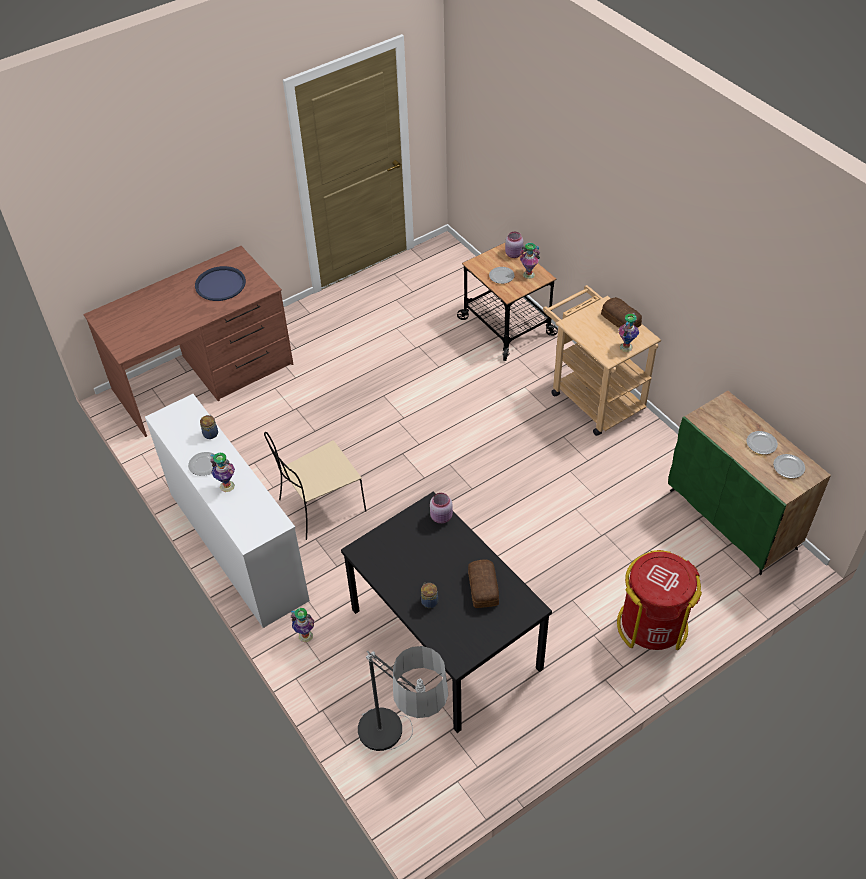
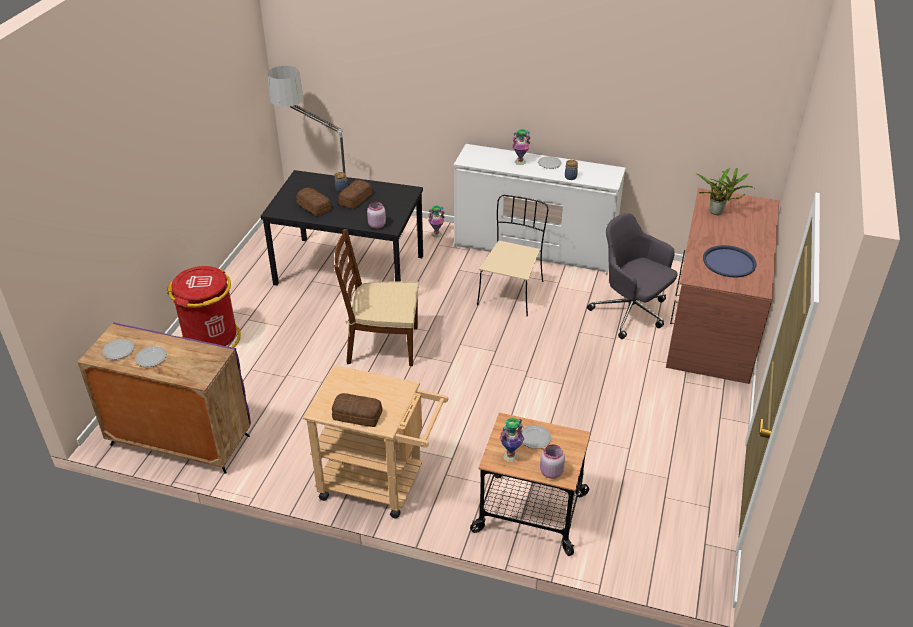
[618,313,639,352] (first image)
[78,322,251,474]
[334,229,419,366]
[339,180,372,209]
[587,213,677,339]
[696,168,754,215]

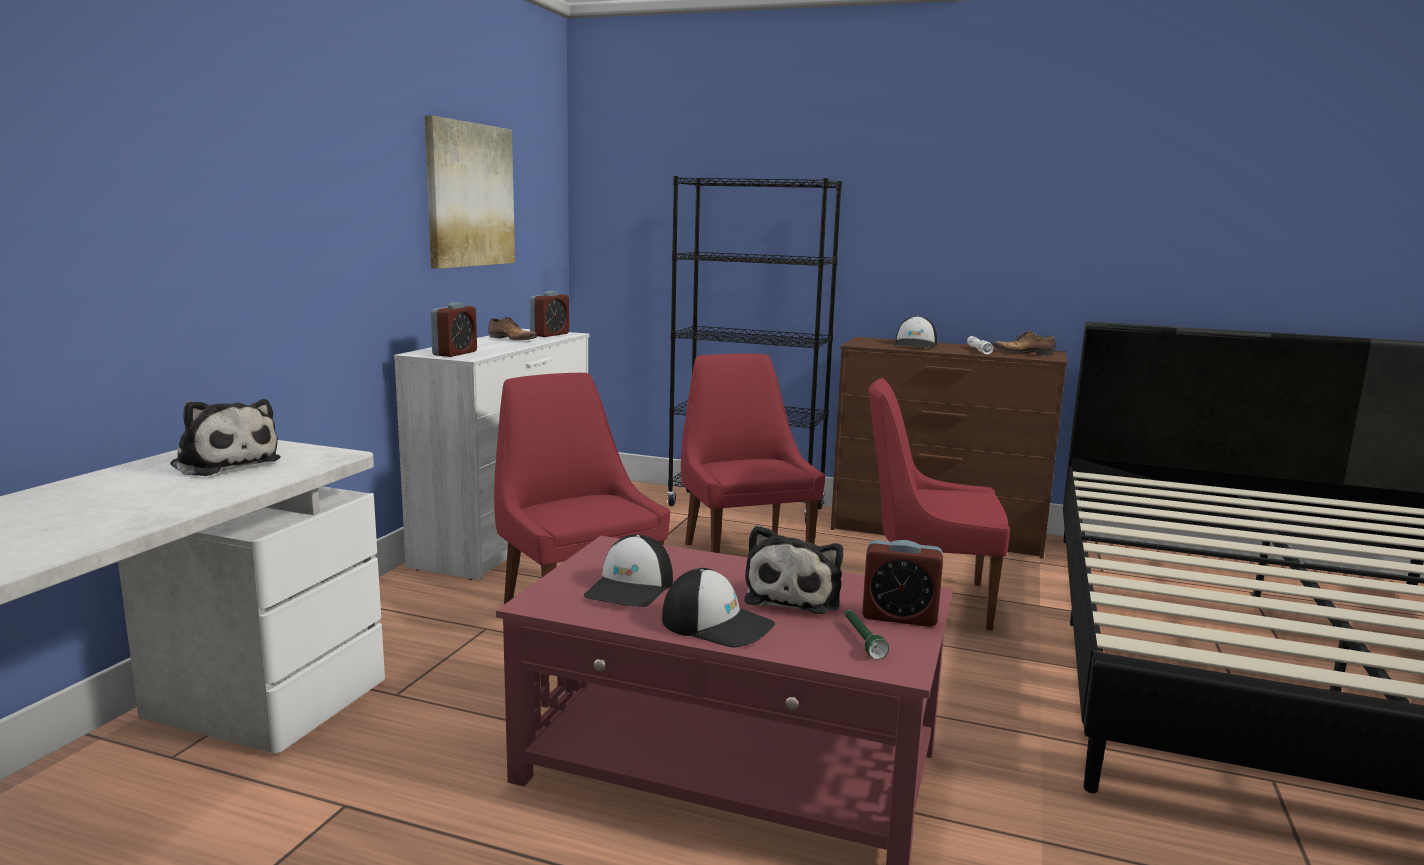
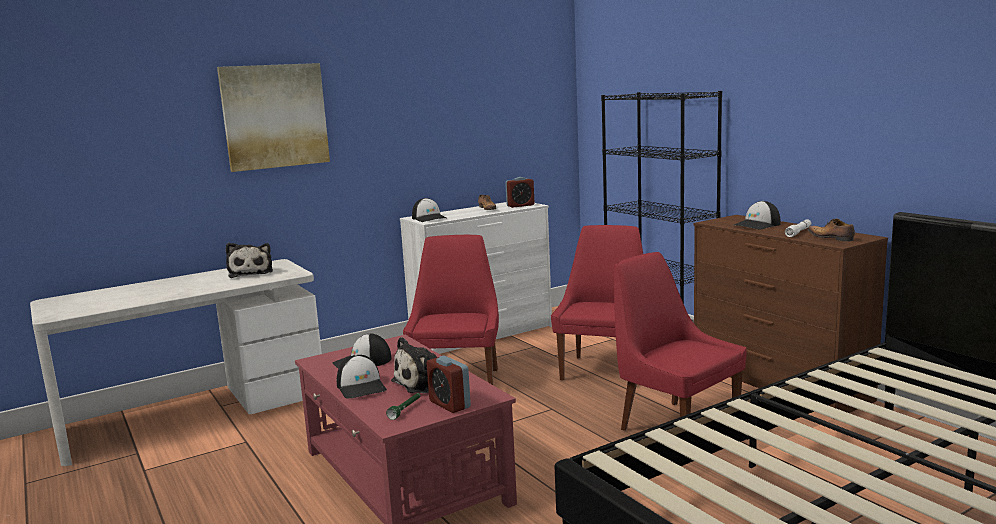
[217,63,330,172]
[412,198,446,222]

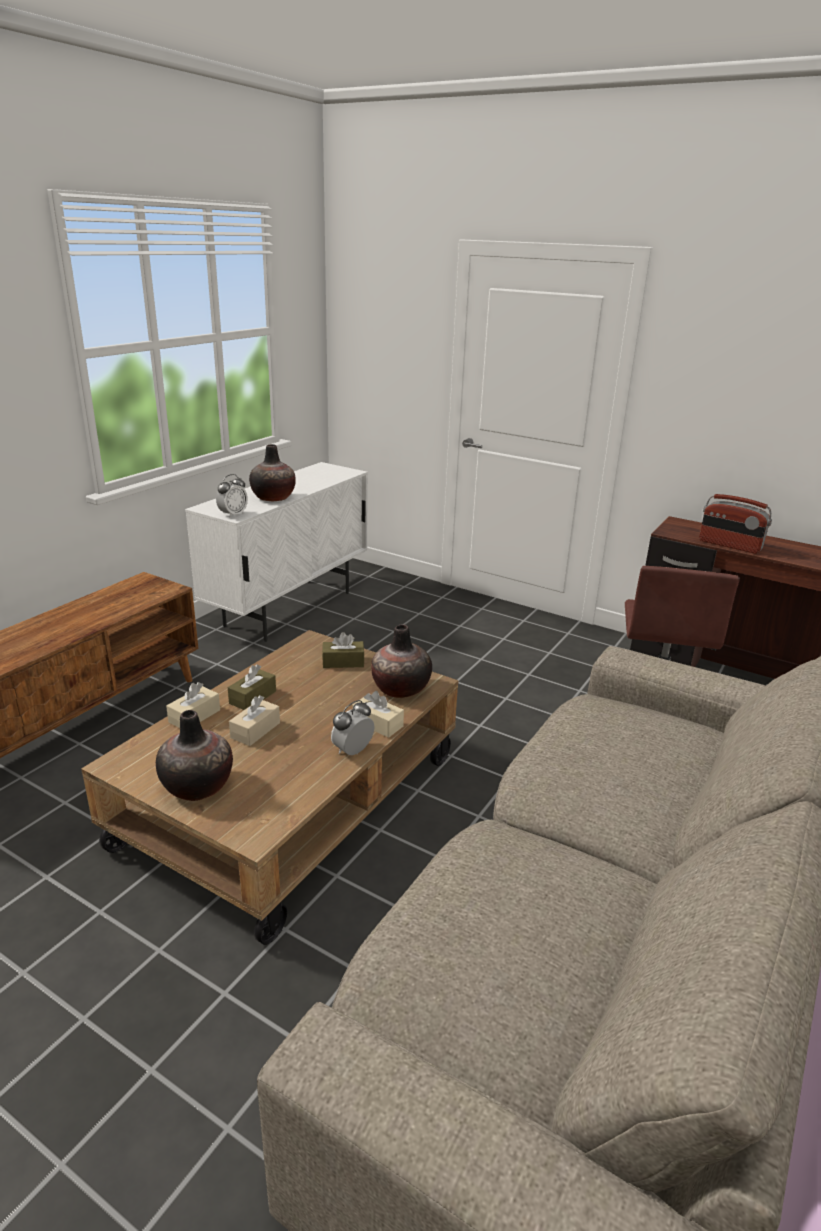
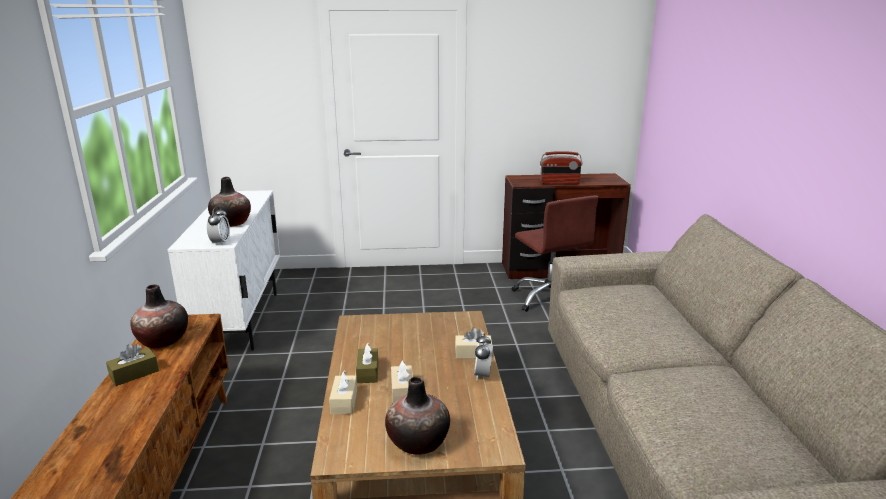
[106,344,159,386]
[130,284,188,348]

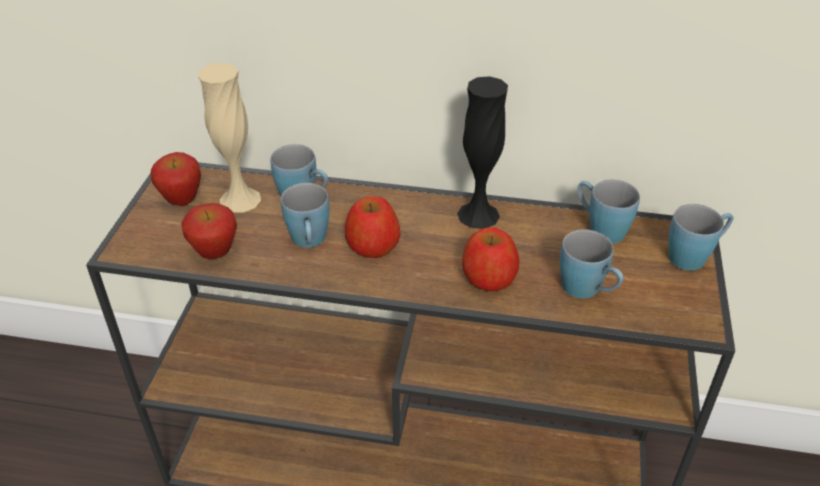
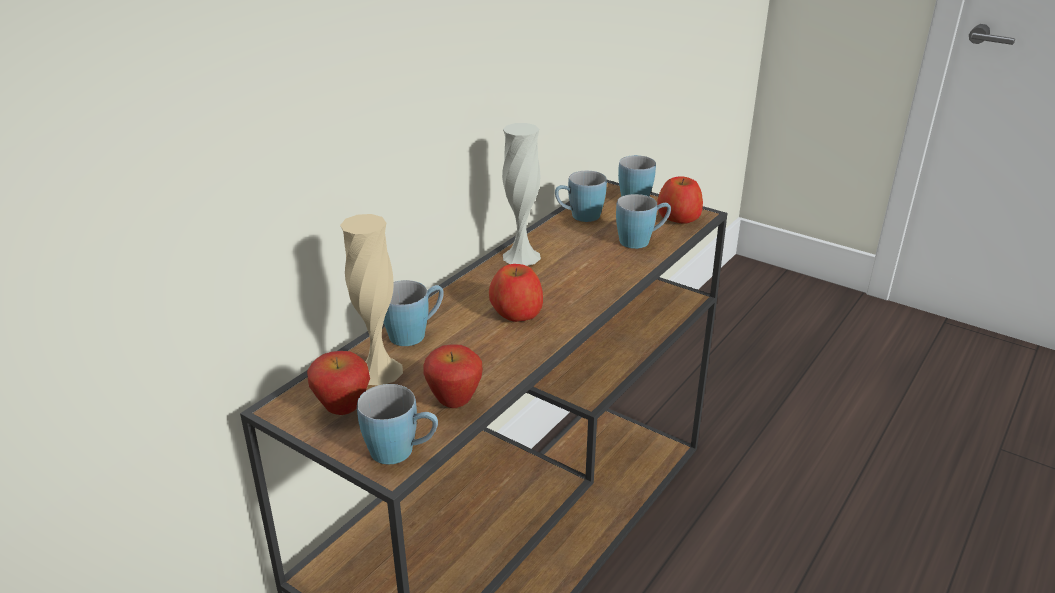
[357,384,438,465]
[502,123,541,266]
[657,176,703,224]

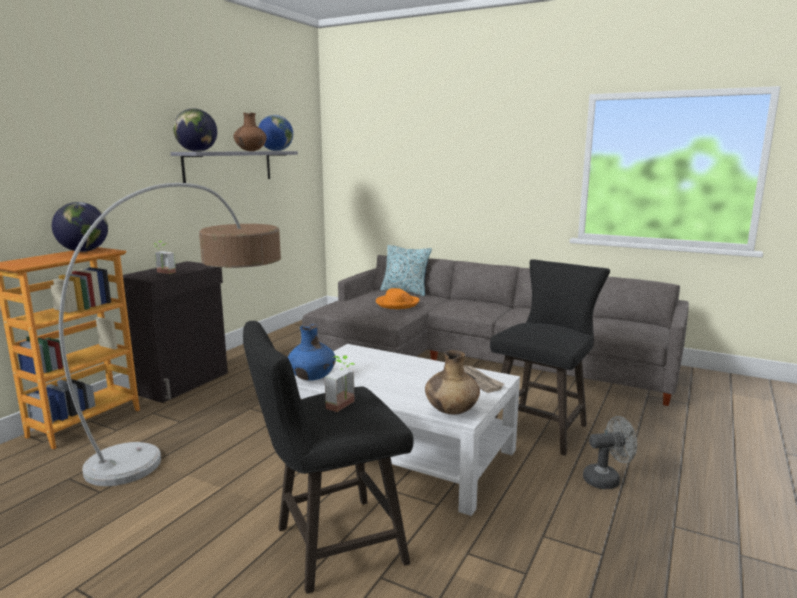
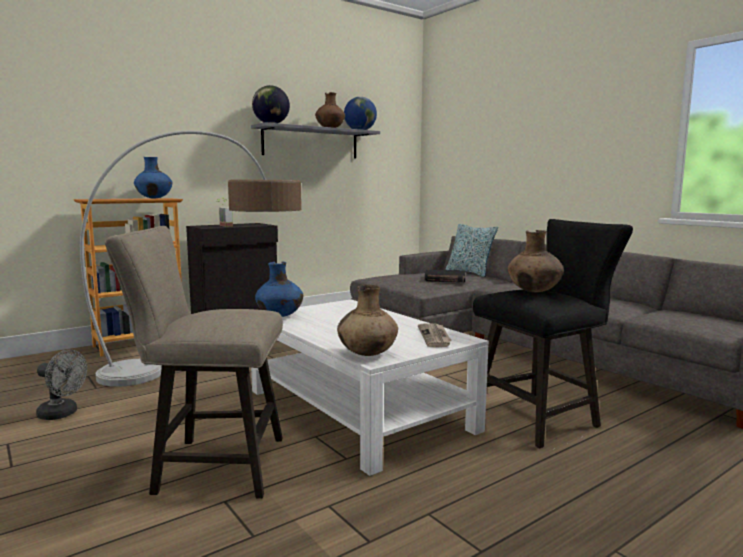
[134,157,172,199]
[105,226,283,499]
[325,356,355,412] (first image)
[425,270,465,282]
[36,349,87,420]
[508,230,564,292]

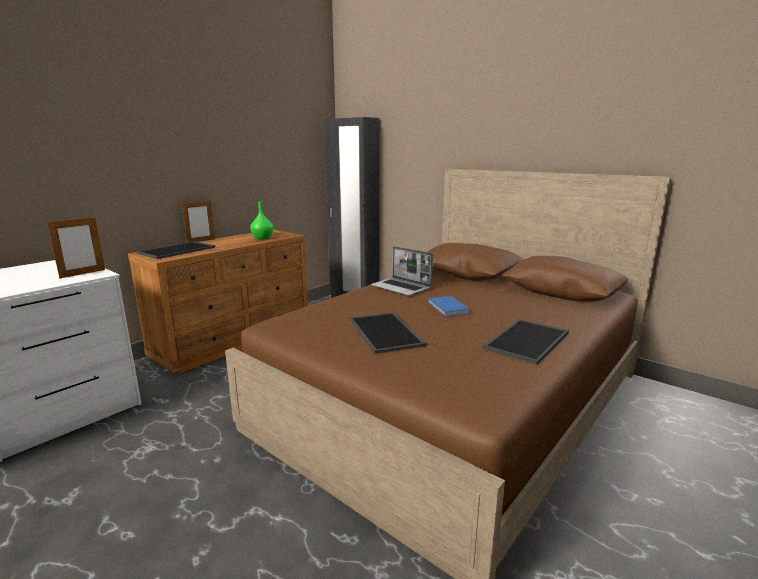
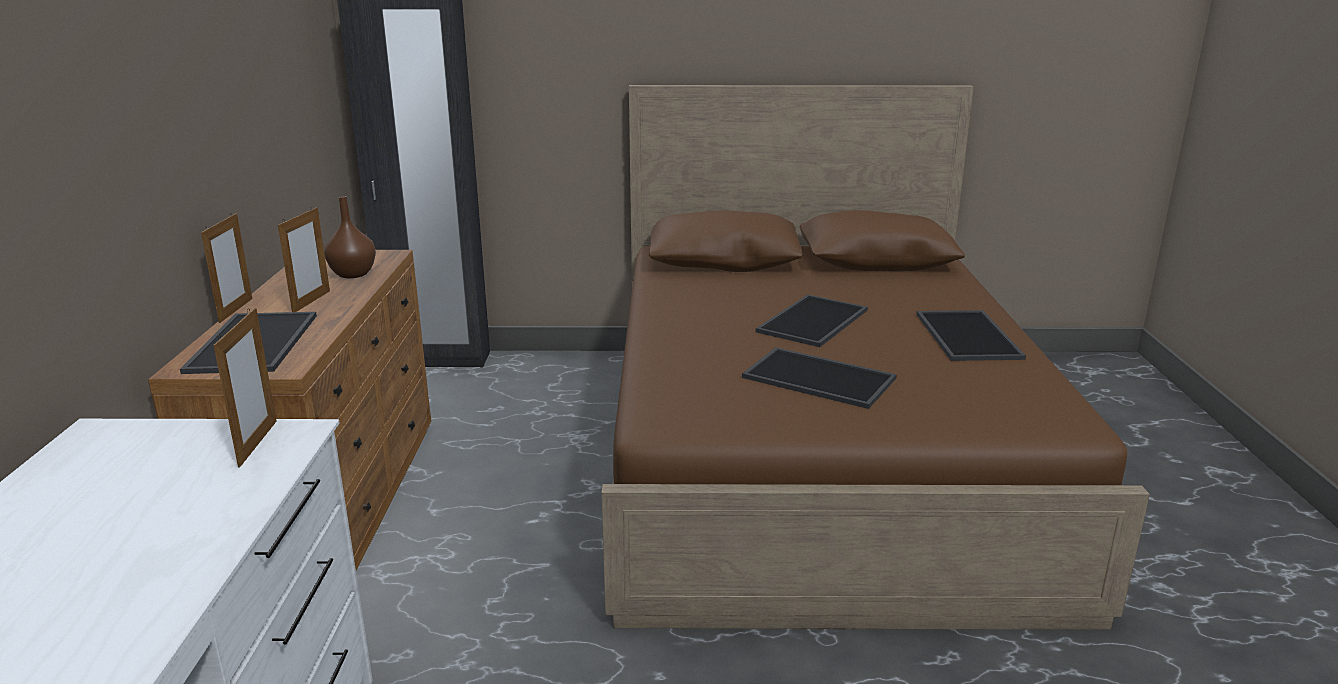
[324,196,376,278]
[371,246,433,296] (first image)
[756,295,868,347]
[278,207,330,312]

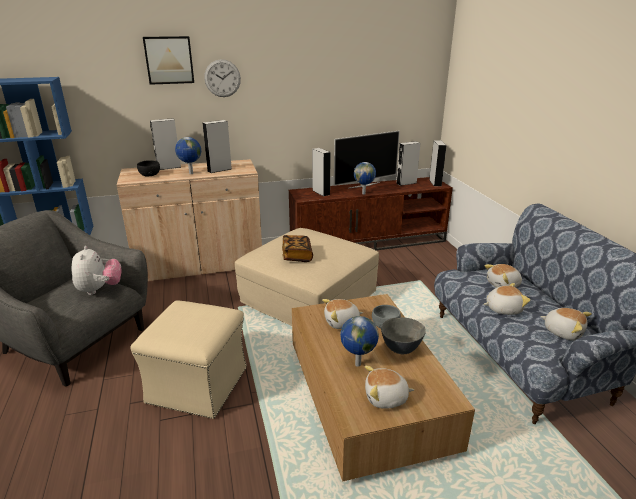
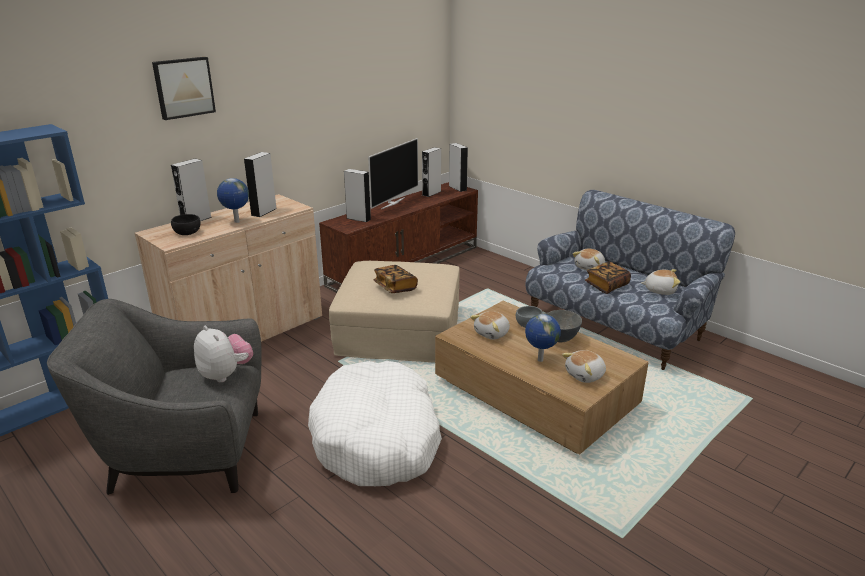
[308,361,442,486]
[204,59,241,97] (first image)
[354,162,376,194] (first image)
[585,261,631,294]

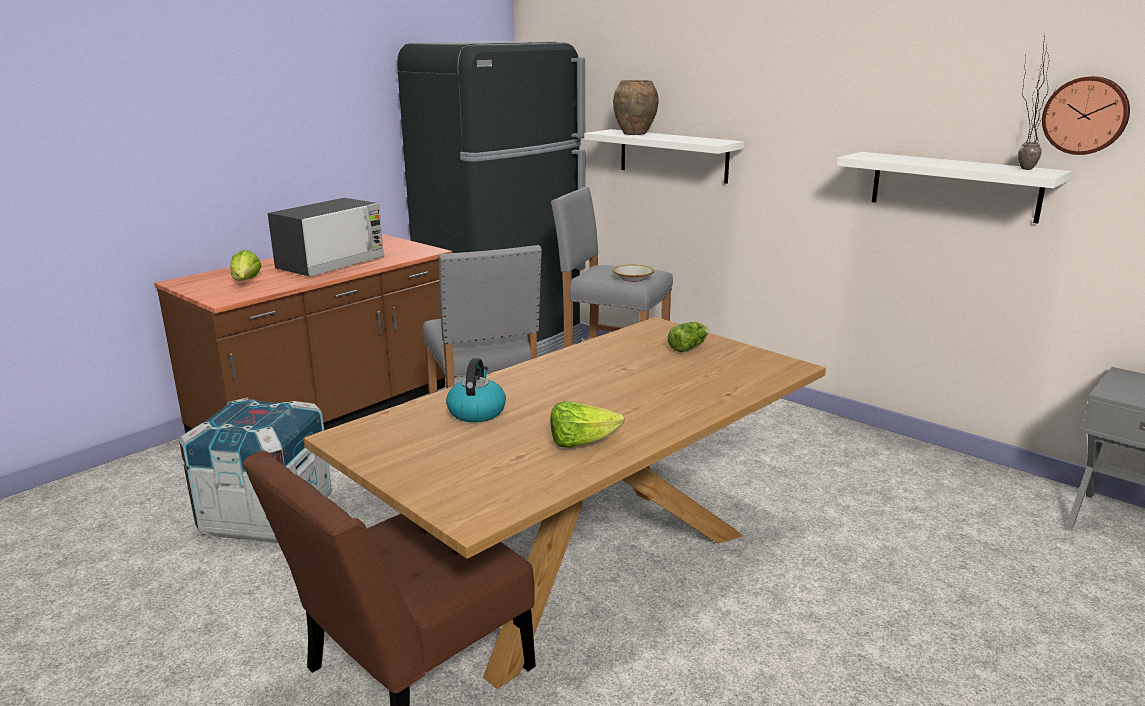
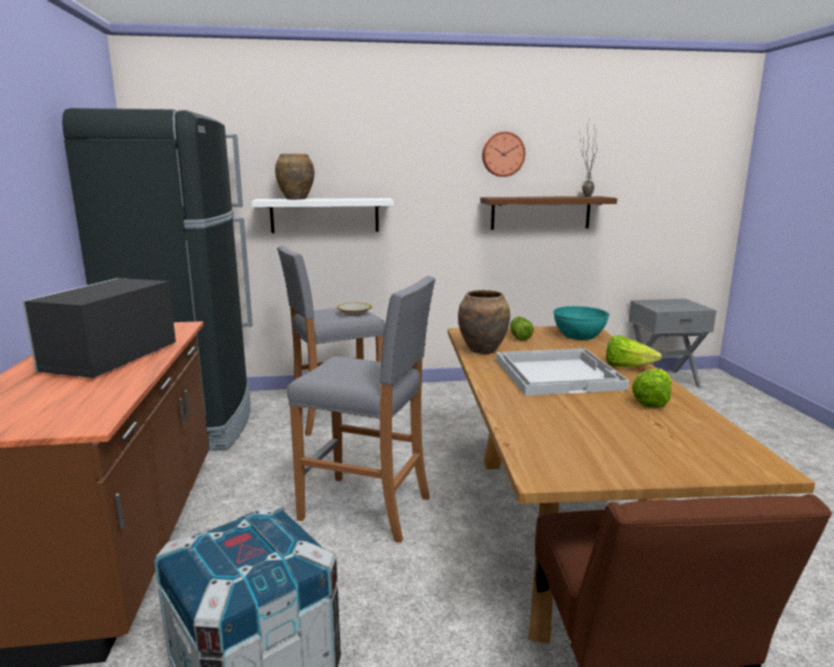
[606,335,663,367]
[22,278,176,378]
[446,358,506,422] (first image)
[480,196,617,230]
[482,132,525,177]
[458,290,510,354]
[496,348,629,396]
[553,306,610,340]

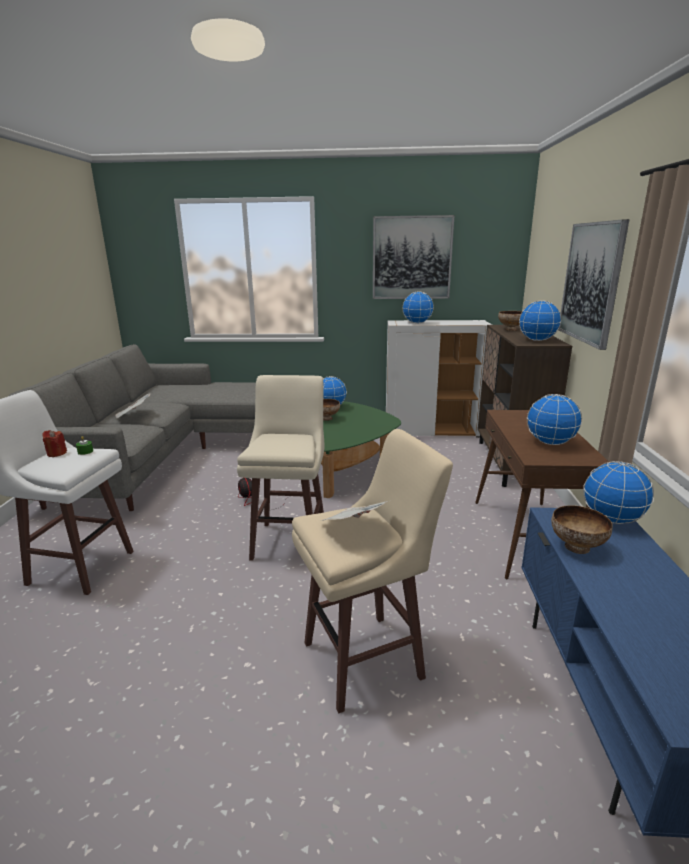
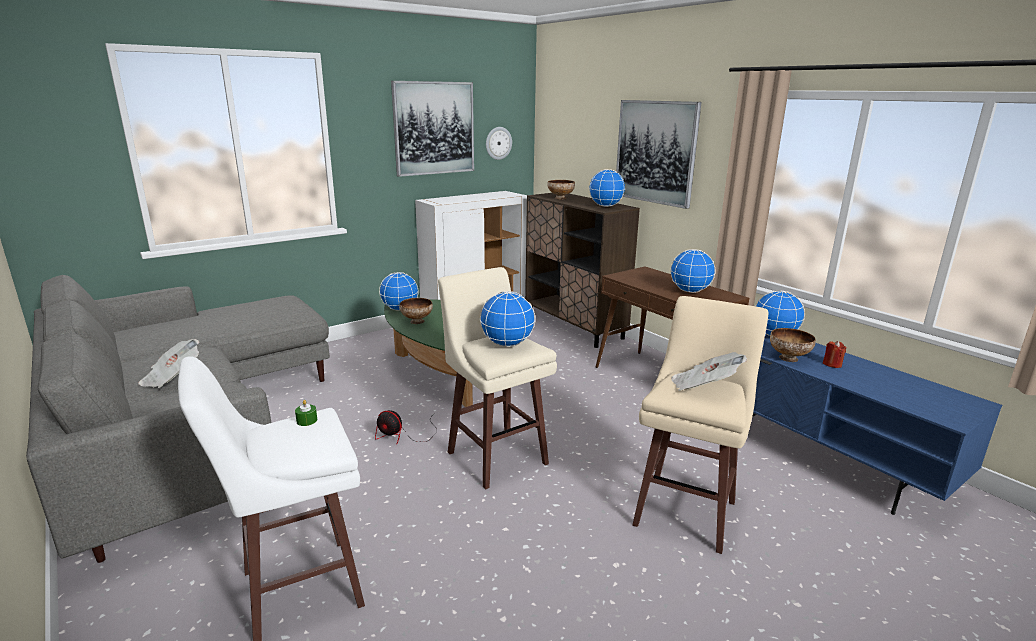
[823,341,847,368]
[480,291,535,347]
[486,127,512,160]

